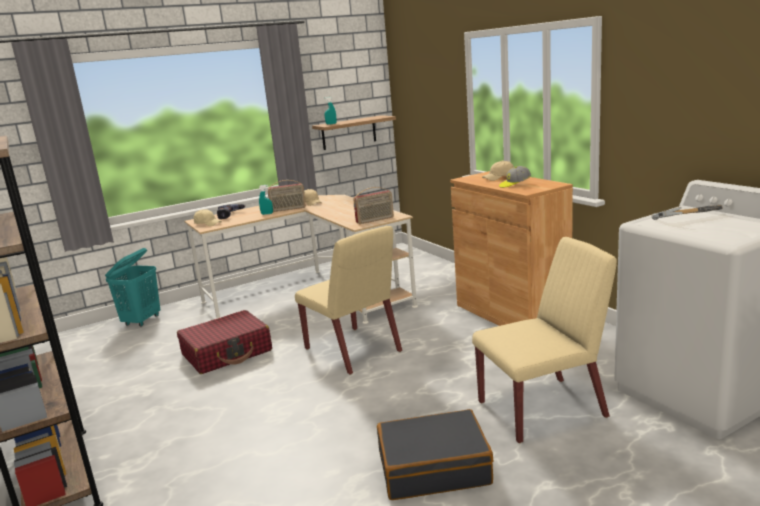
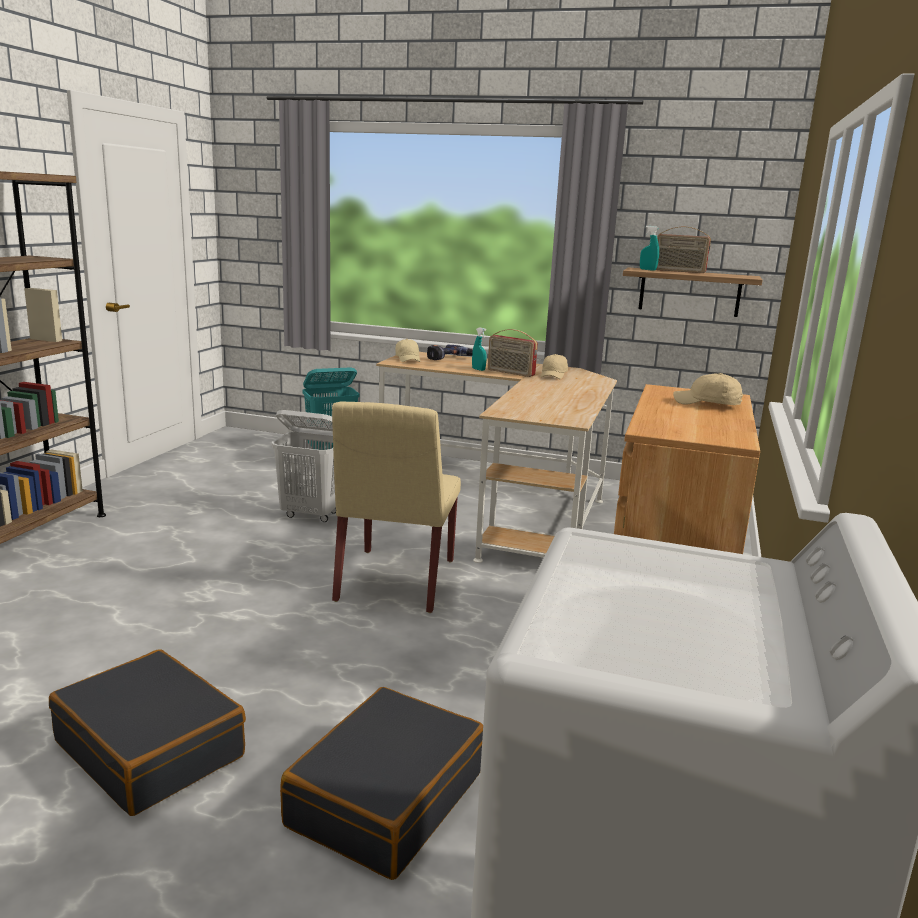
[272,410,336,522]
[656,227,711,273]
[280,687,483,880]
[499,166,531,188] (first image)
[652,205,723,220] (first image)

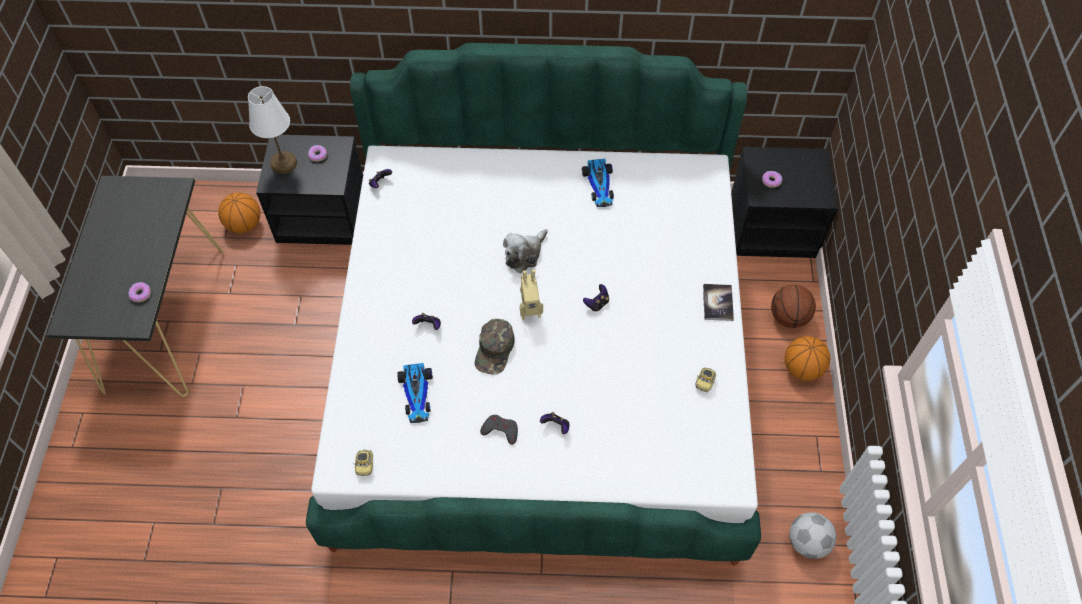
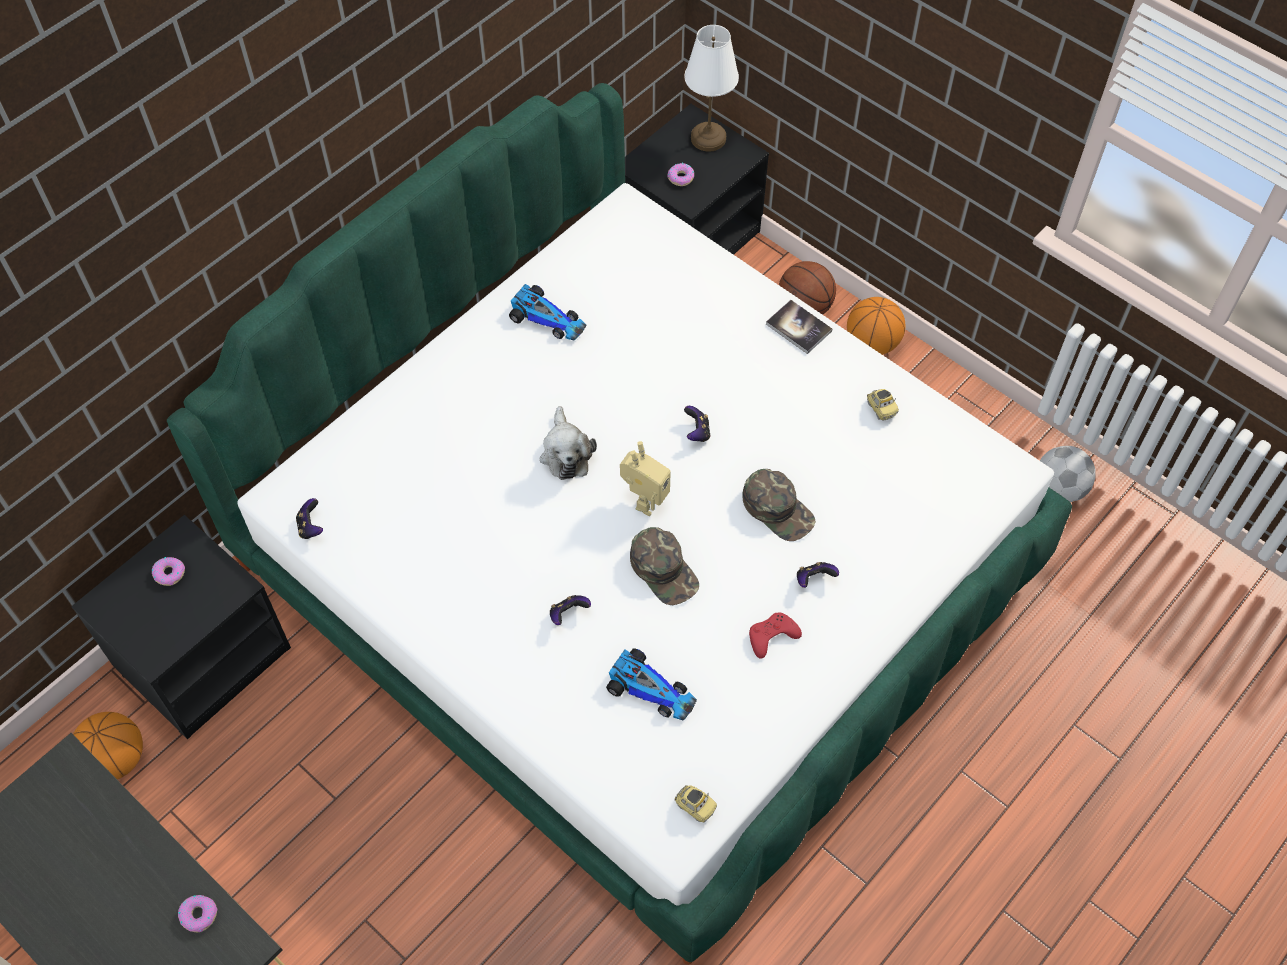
[684,25,739,152]
[749,613,802,659]
[742,469,816,541]

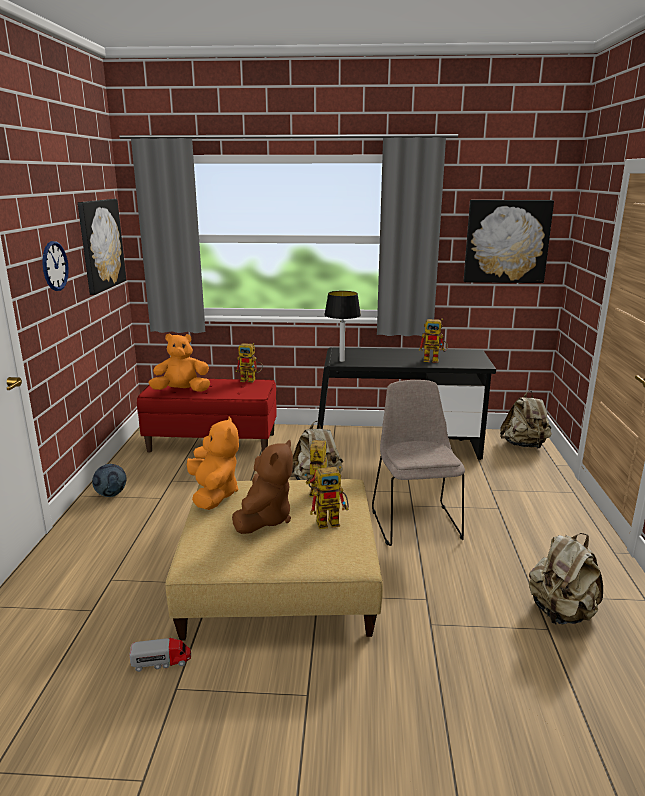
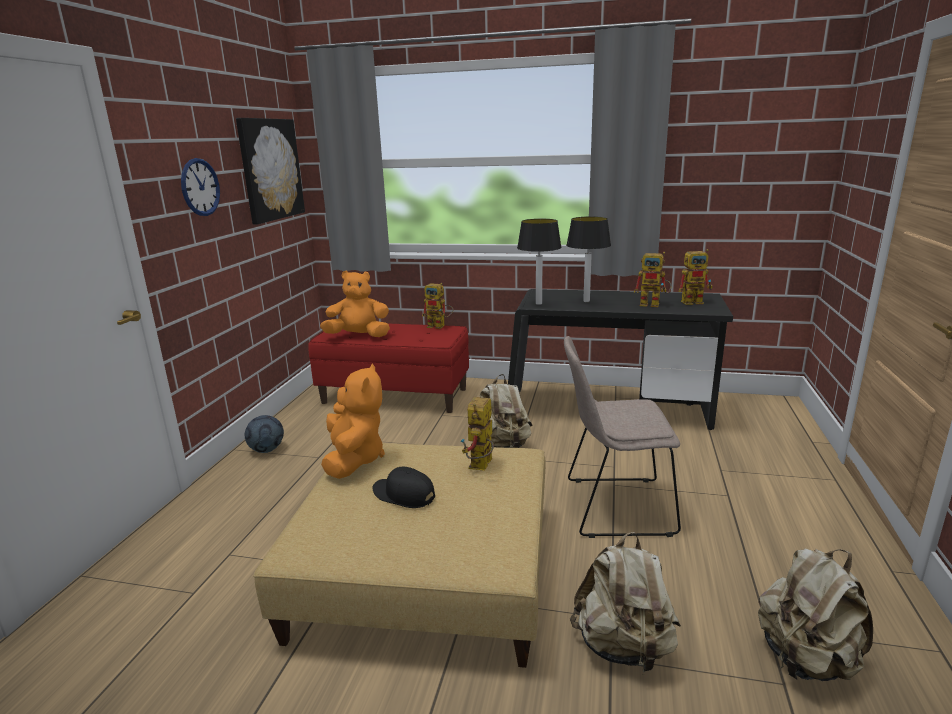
[129,638,191,672] (first image)
[373,467,435,508]
[678,249,713,305]
[564,336,681,538]
[464,200,554,283] (first image)
[570,532,681,672]
[566,216,611,302]

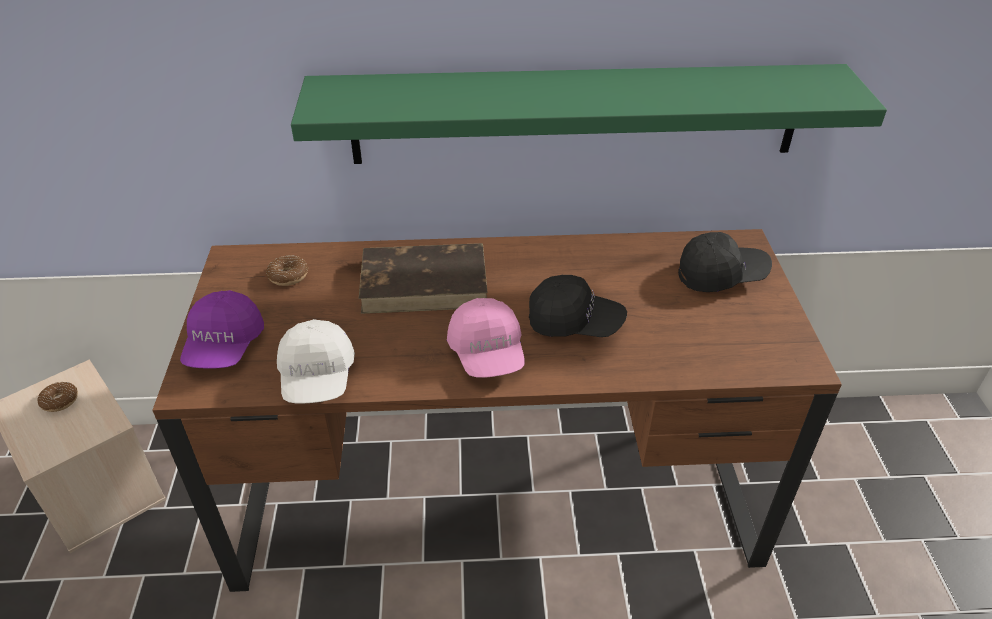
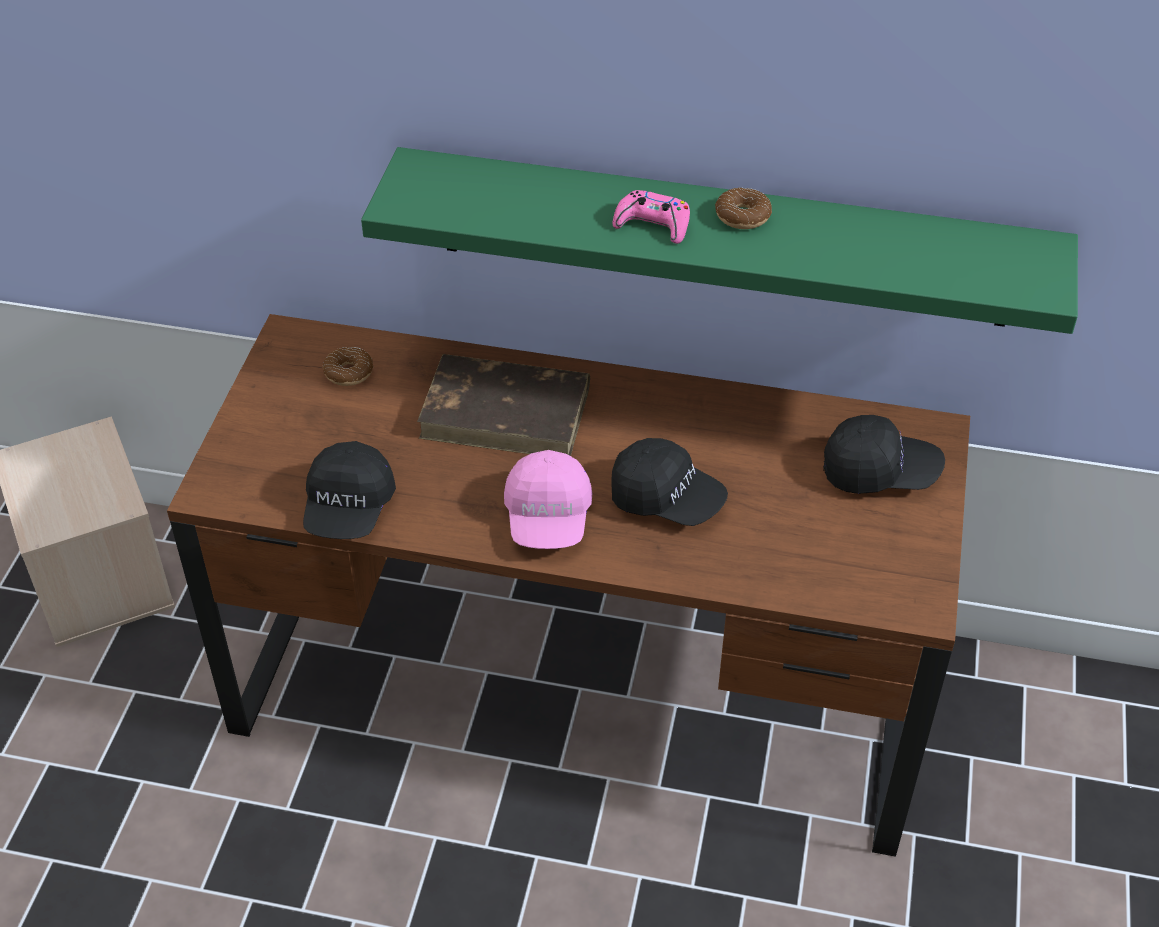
[715,187,772,229]
[180,290,264,369] (first image)
[303,441,396,539]
[612,190,690,244]

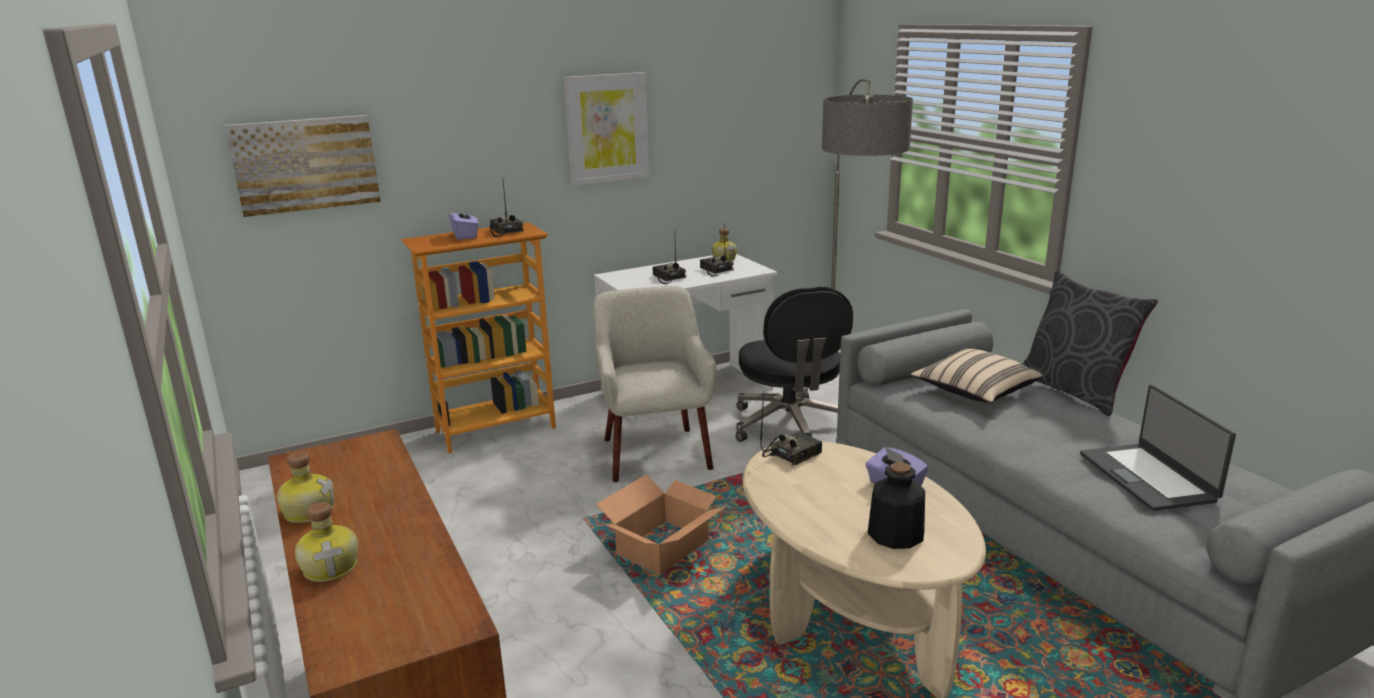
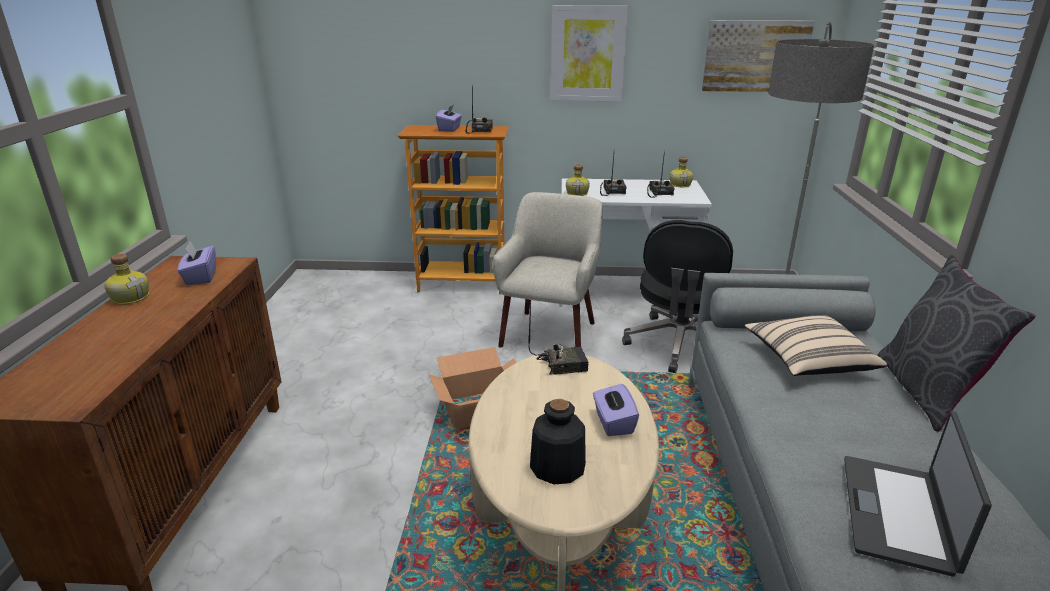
[702,20,815,92]
[566,164,590,196]
[178,241,216,285]

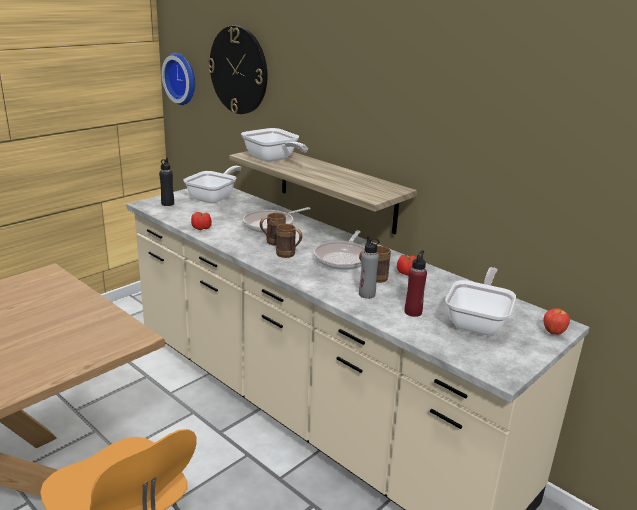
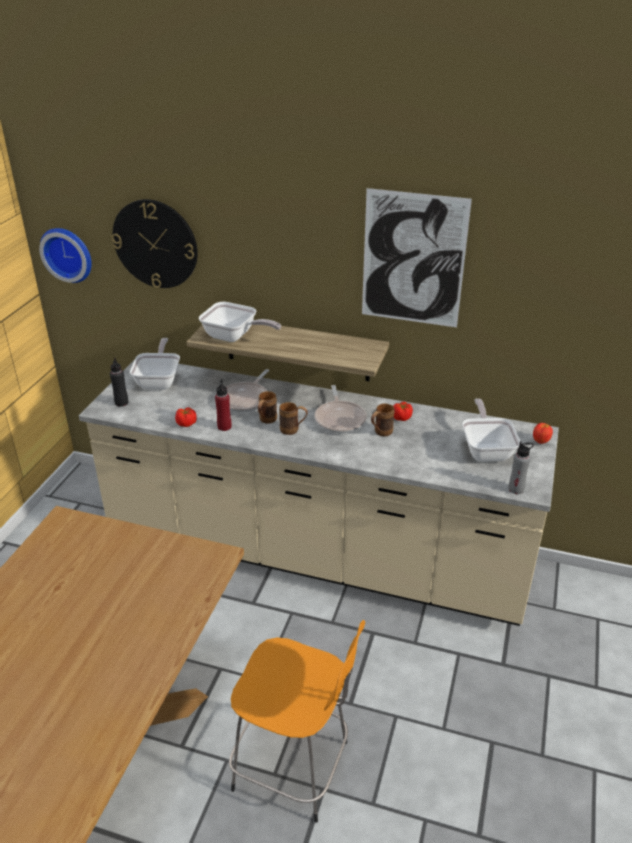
[508,442,534,494]
[215,379,232,431]
[362,188,472,327]

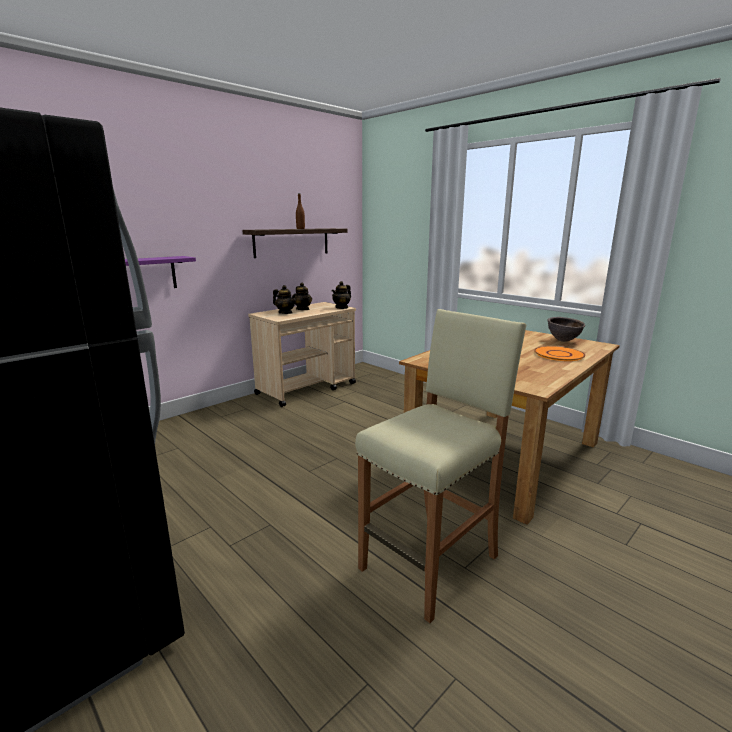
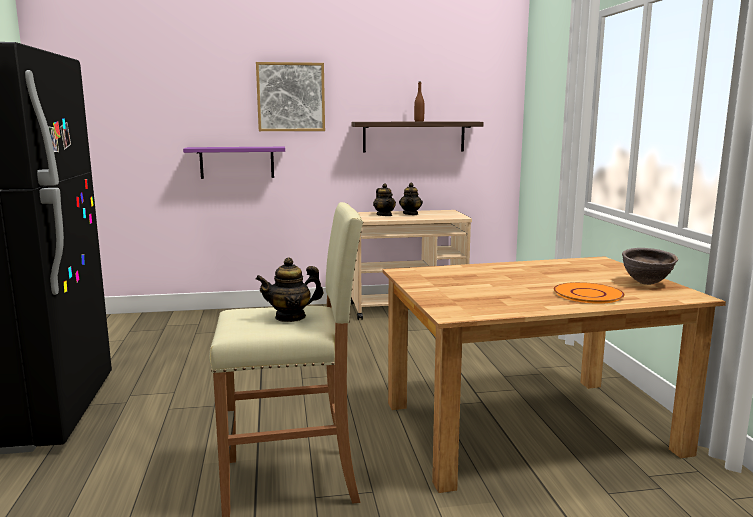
[256,257,323,322]
[256,62,325,131]

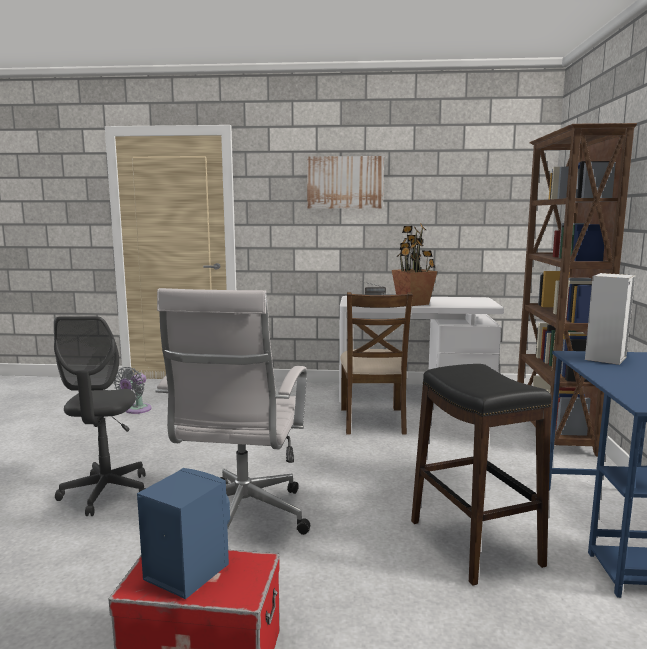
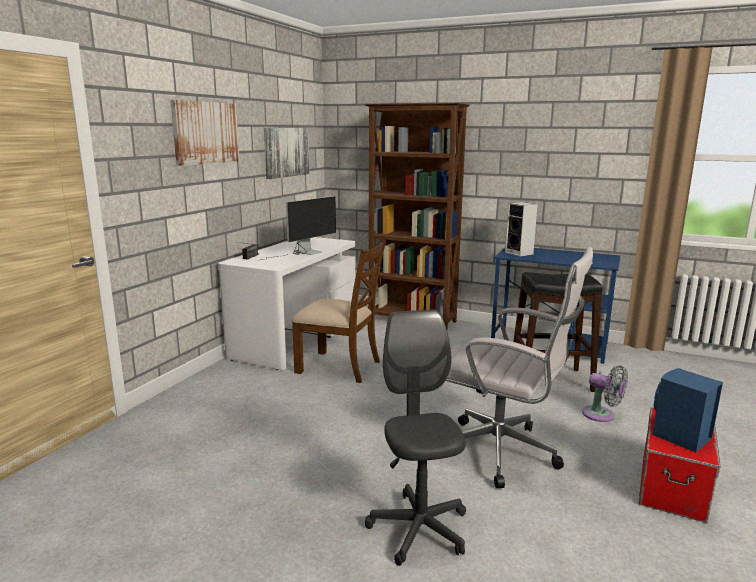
[365,309,466,566]
[582,365,628,422]
[258,196,336,261]
[264,128,310,179]

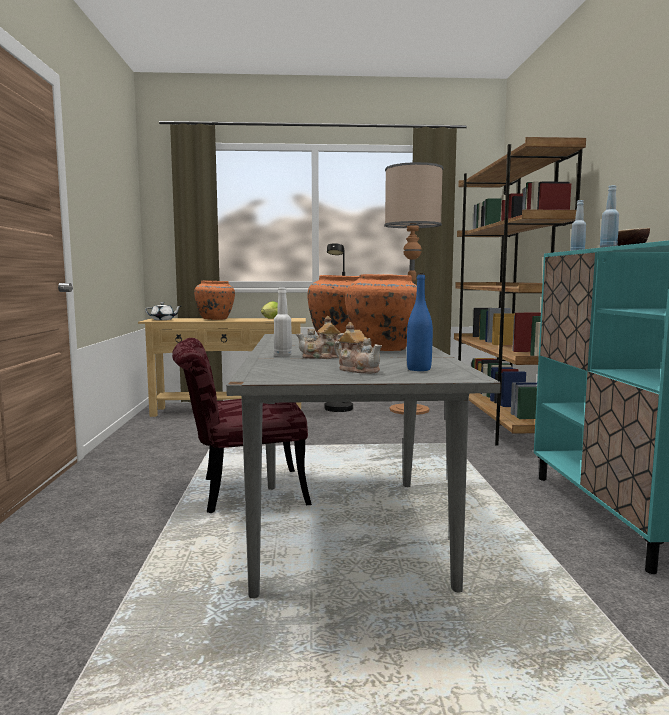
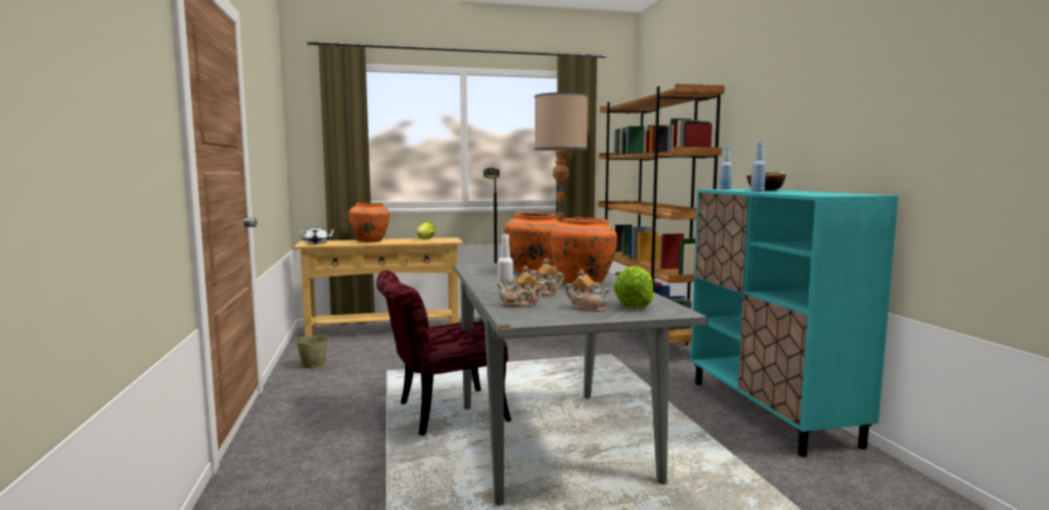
[614,266,654,309]
[296,321,328,368]
[496,266,545,307]

